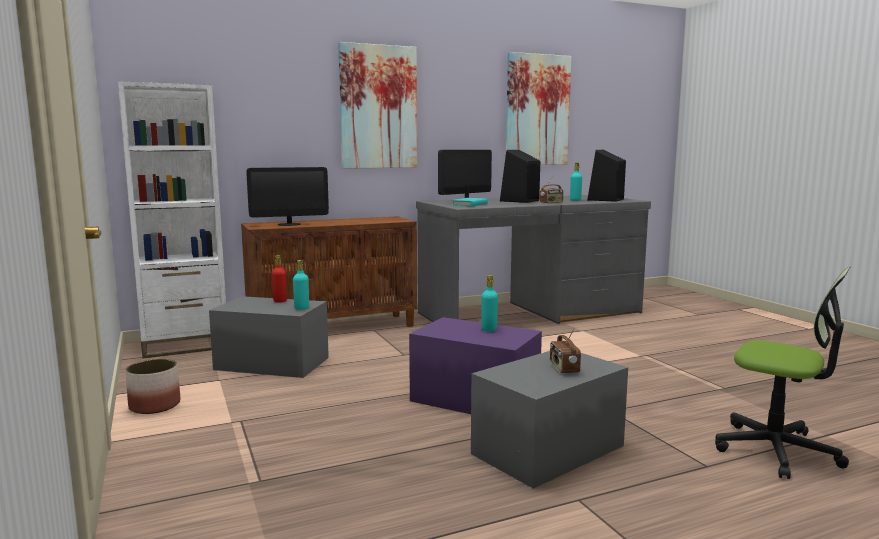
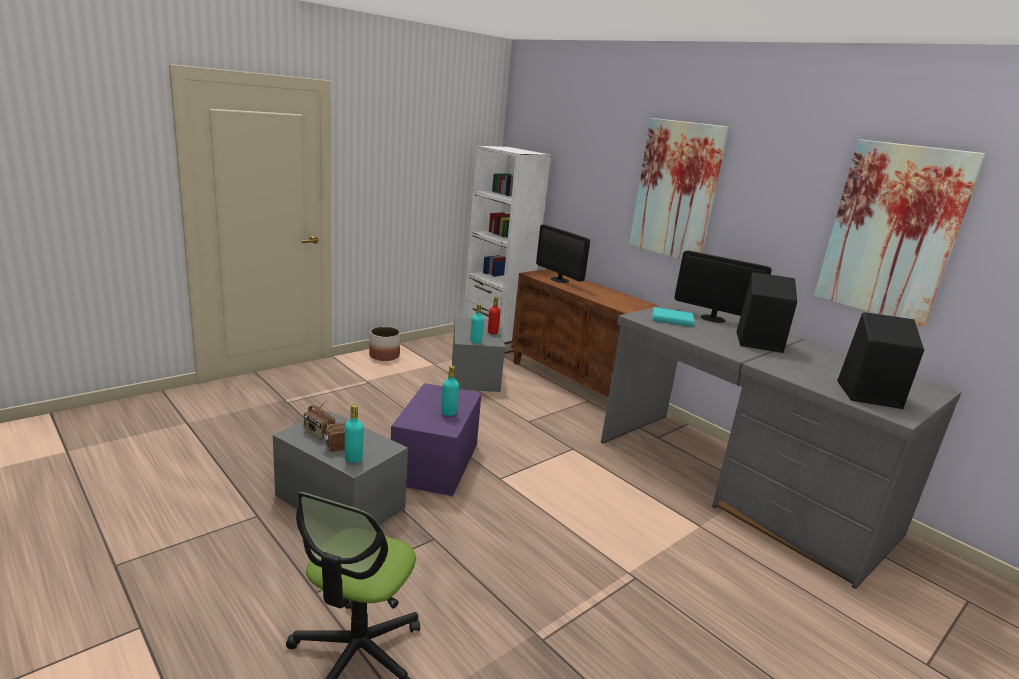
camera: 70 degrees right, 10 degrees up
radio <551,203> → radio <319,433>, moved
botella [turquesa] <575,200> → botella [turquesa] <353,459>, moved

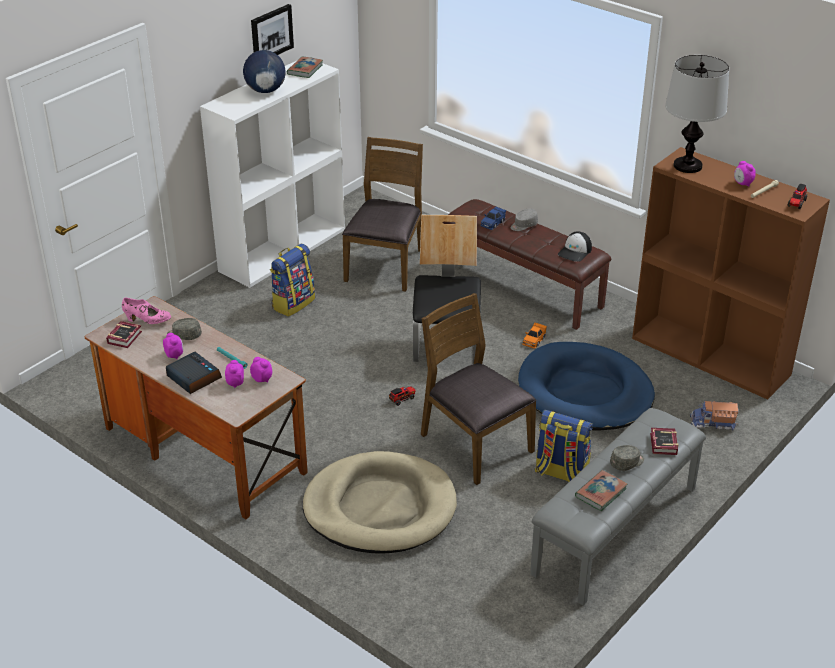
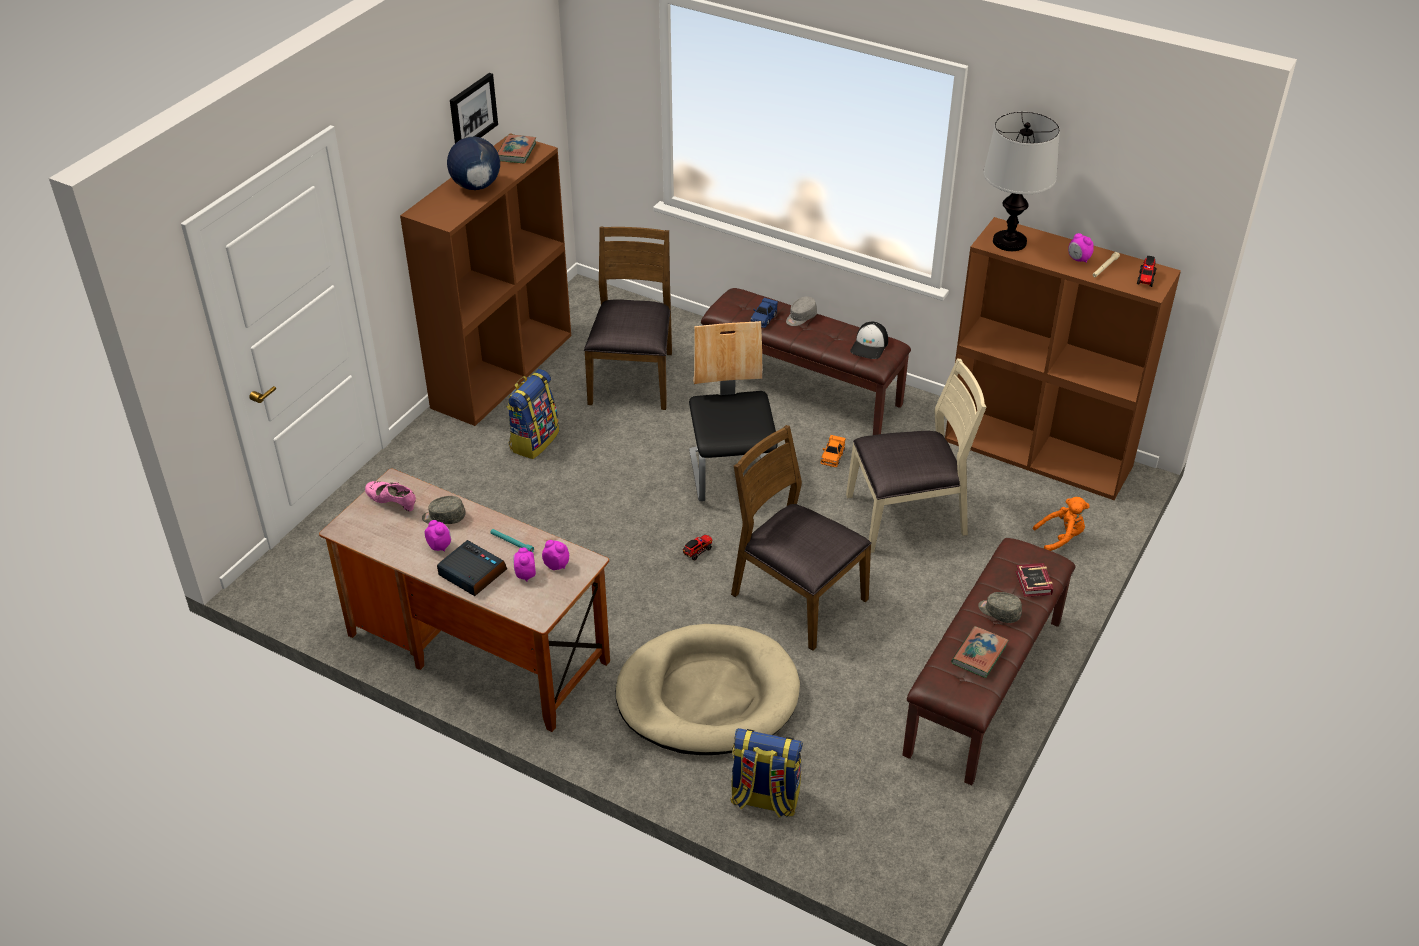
camera: 10 degrees left, 5 degrees up
zapato [rosa] <147,321> → zapato [rosa] <392,503>, 150 degrees counterclockwise
estantería [blanco] <283,249> → estantería [marrón] <502,370>
mochila <560,473> → mochila <764,799>, moved
cama para perro [azul] <585,392> → silla [beis] <907,516>
banco [gris] <616,531> → banco [marrón] <985,687>
gorra [gris] <627,463> → gorra [gris] <999,612>, 105 degrees counterclockwise
camión de juguete <713,423> → peluche [naranja] <1061,538>
libro <126,337> → -

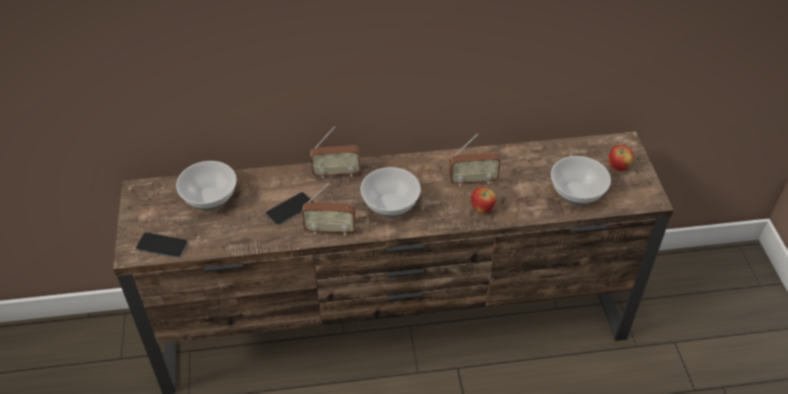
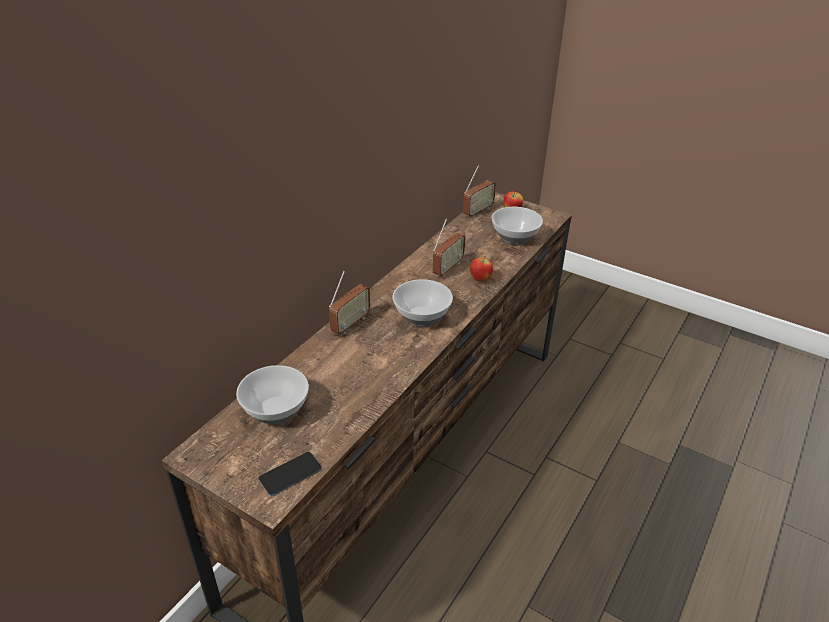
camera: 50 degrees left, 10 degrees down
radio <330,230> → radio <478,211>, moved
móvil <290,209> → -

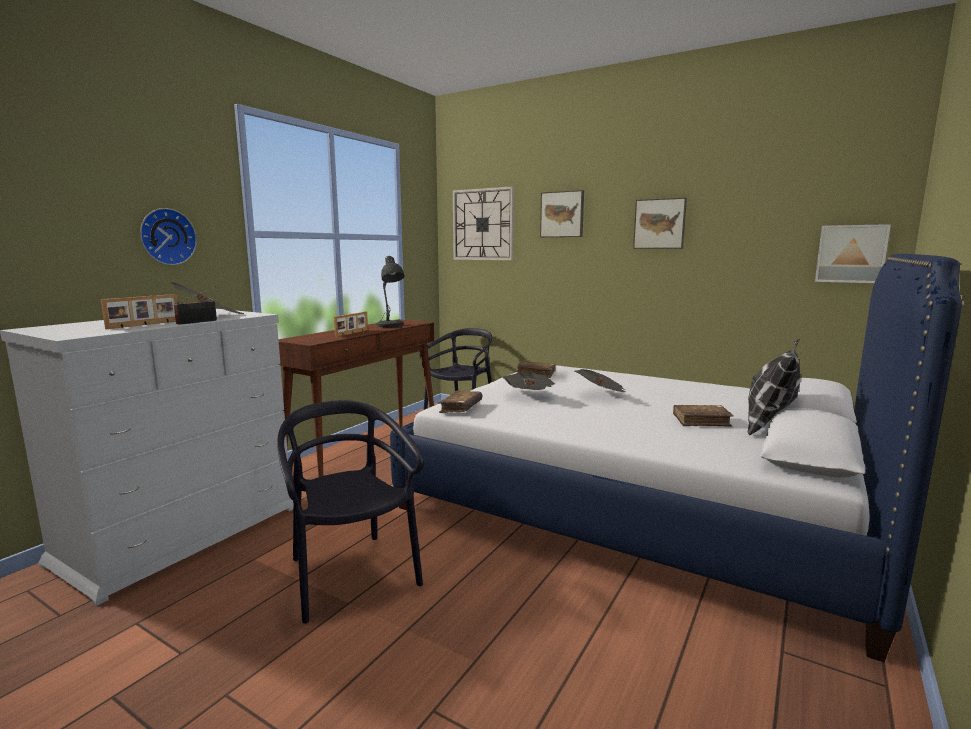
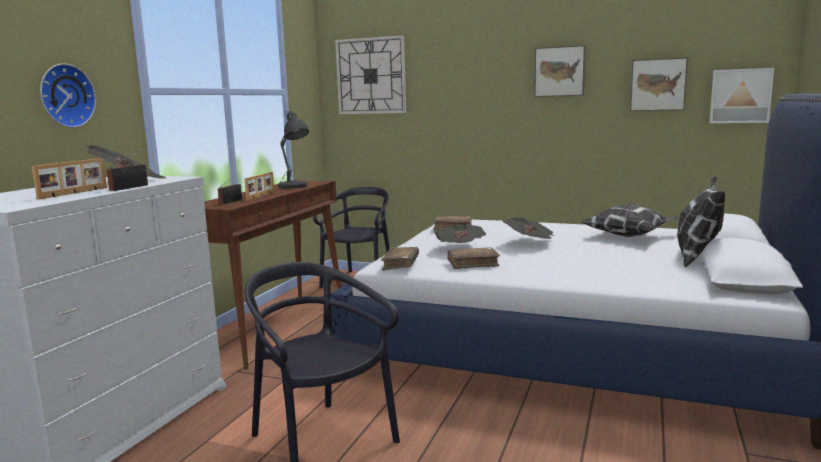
camera: 10 degrees left, 0 degrees up
- → radio <232,201>
libro [marrón] <701,421> → libro [marrón] <473,264>, moved
- → cojín <629,237>
cuadro <562,214> → cuadro <658,85>, moved

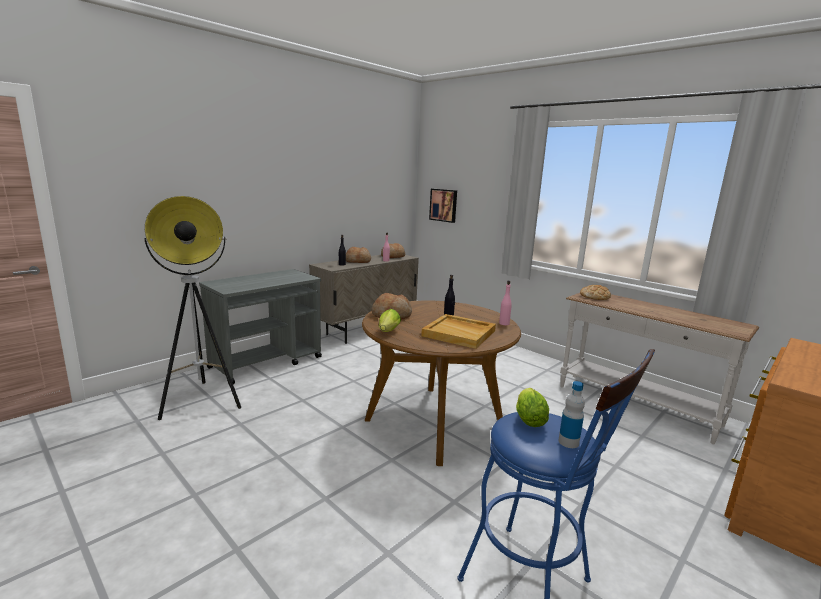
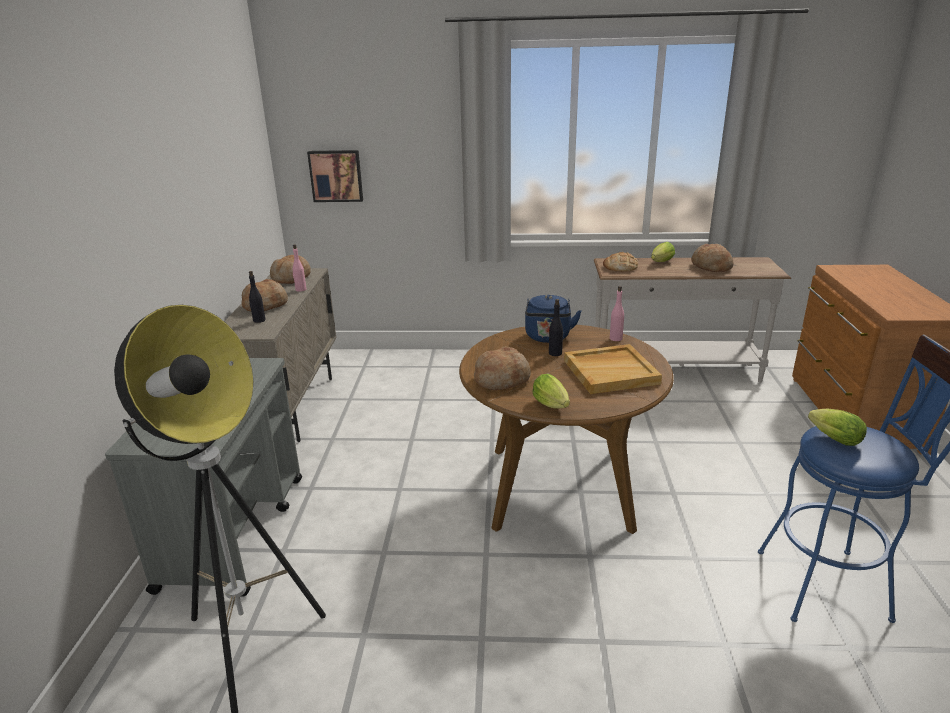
camera: 40 degrees left, 10 degrees up
- → hervidor [azul] <548,338>
- → lechuga <660,262>
- → pan <711,266>
botella <568,442> → -

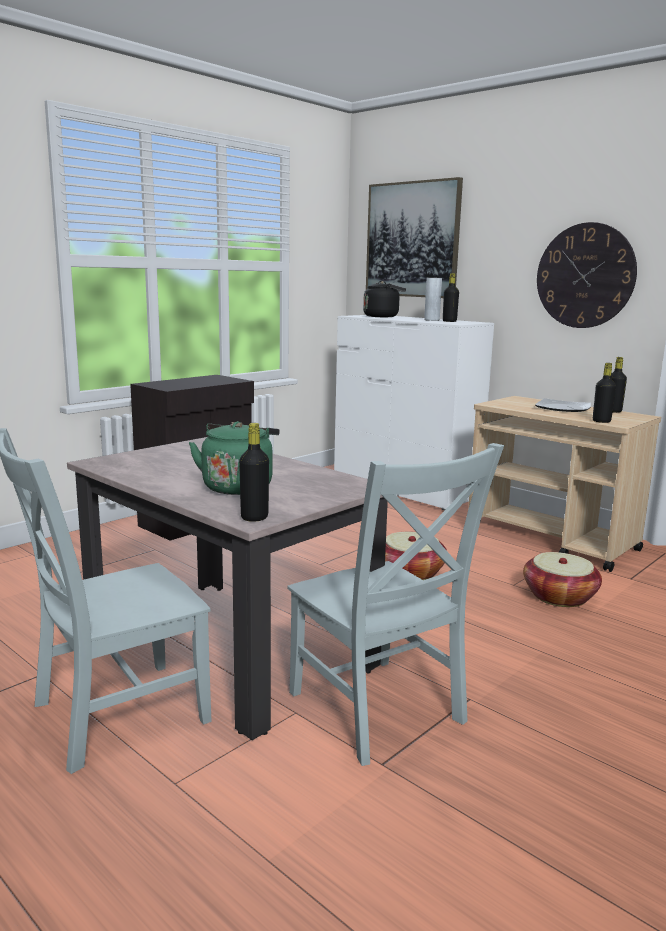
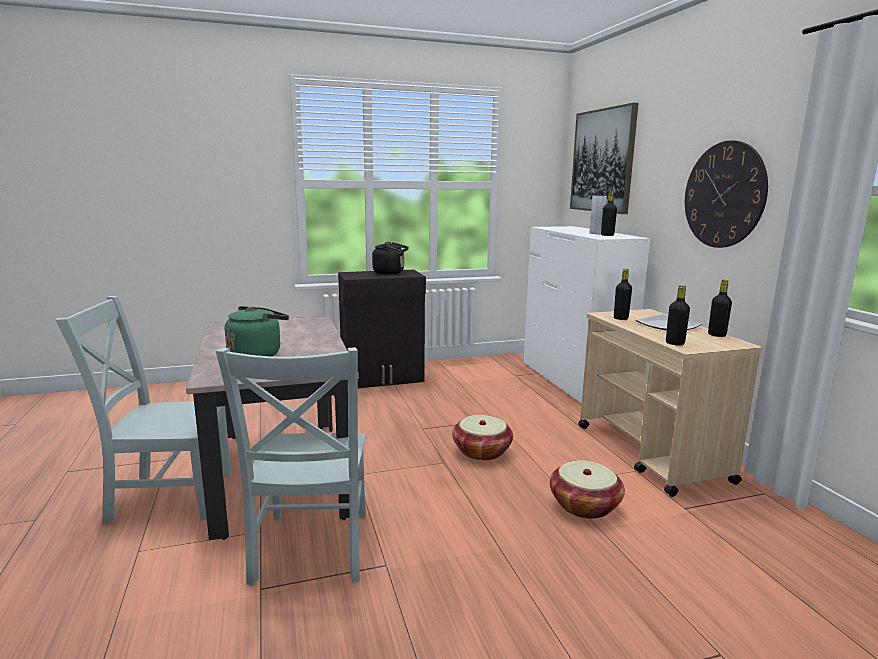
camera: 30 degrees right, 0 degrees up
hervidor [negro] <383,316> → hervidor [negro] <391,273>, moved
botella [negro] <254,517> → botella [negro] <620,318>, moved

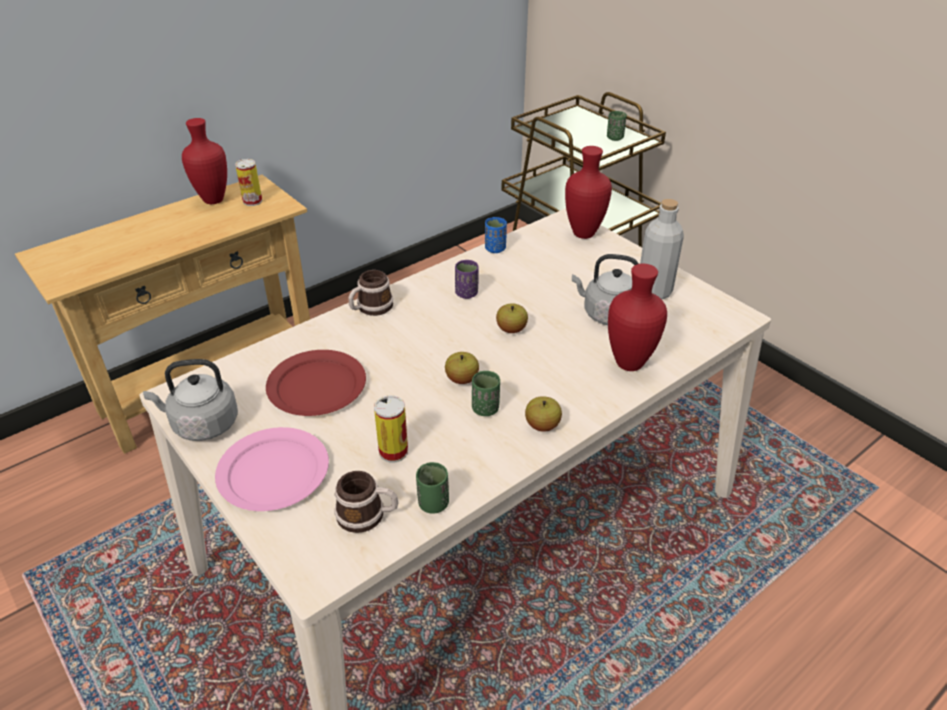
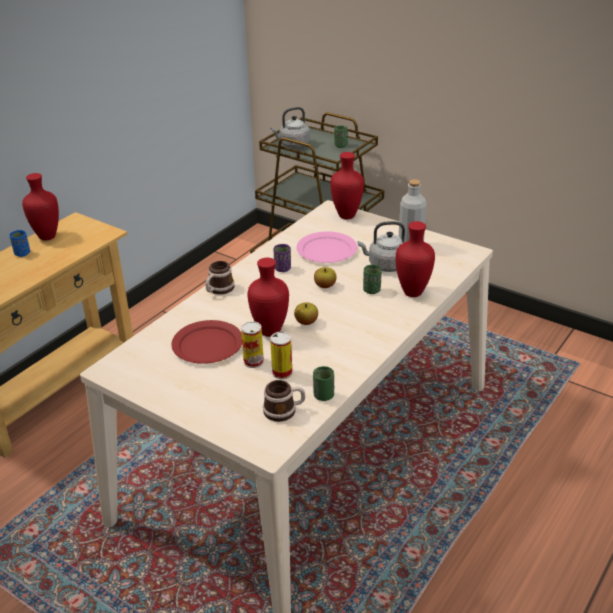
camera: 15 degrees left, 5 degrees down
taza [azul] <495,249> → taza [azul] <22,253>, moved
lata <252,201> → lata <253,361>, moved
- → florero [rojo] <271,331>
hervidor [gris] <202,424> → hervidor [gris] <293,144>, moved
plato [rosa] <274,471> → plato [rosa] <326,250>, moved
taza [verde] <485,409> → taza [verde] <372,290>, moved
manzana <542,425> → -

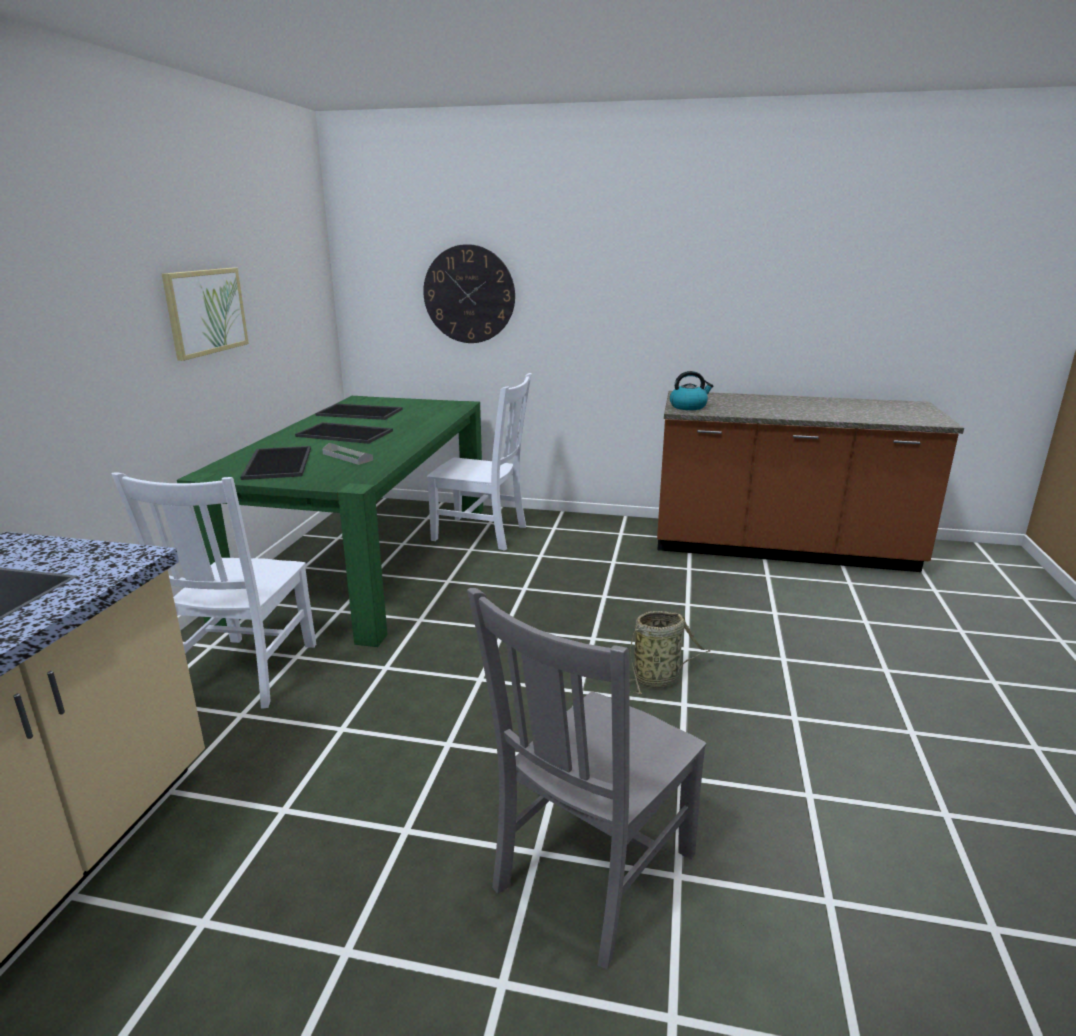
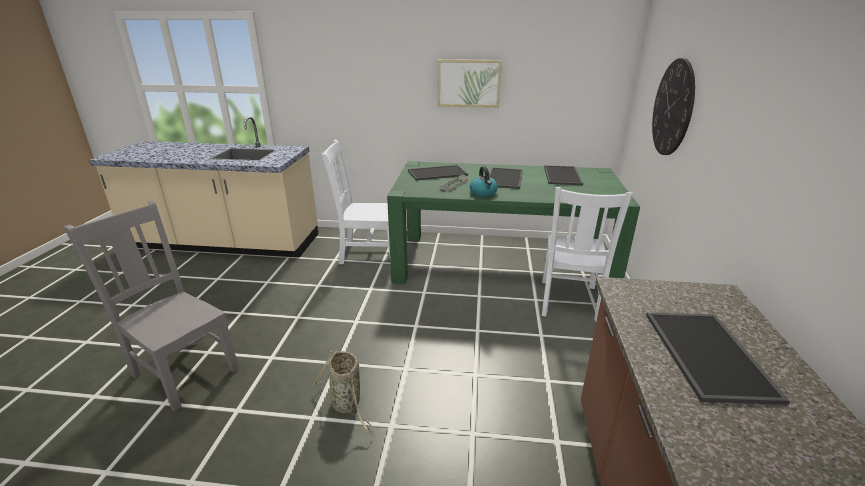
camera: 85 degrees right, 5 degrees up
hervidor <688,406> → hervidor <483,192>, moved
- → bandeja <710,355>

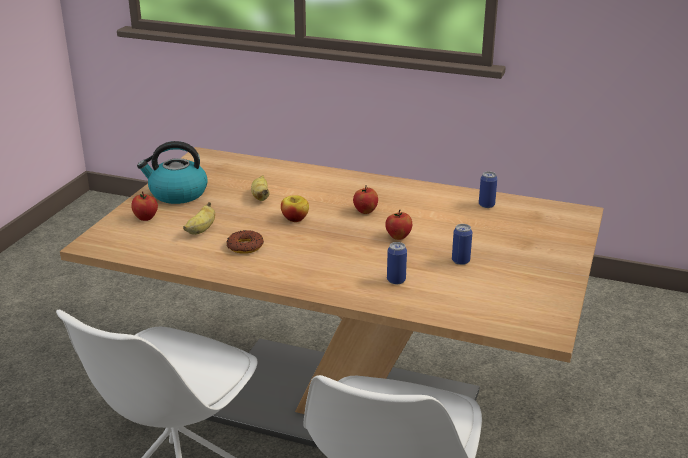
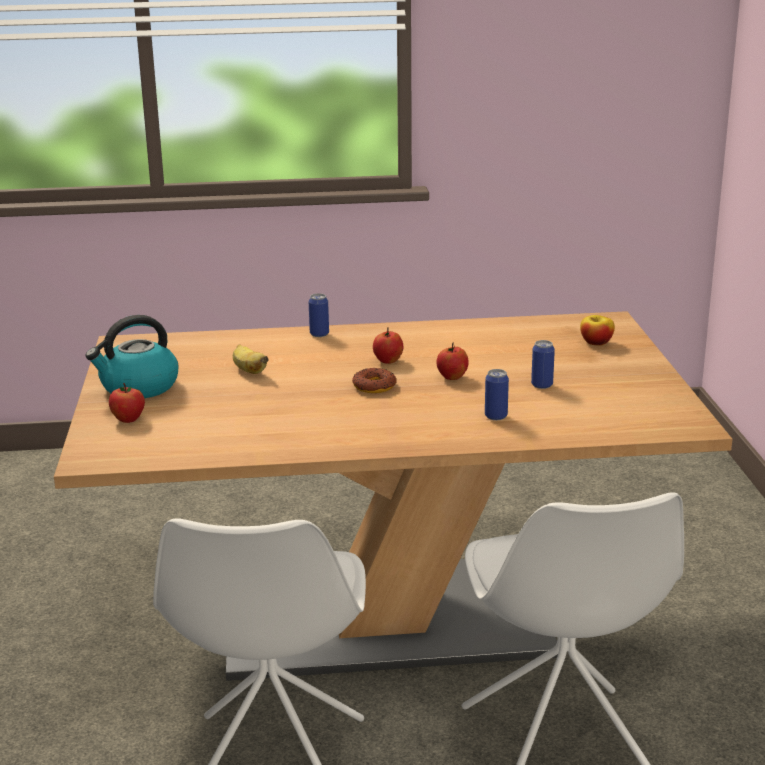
camera: 25 degrees left, 5 degrees down
lata <486,205> → lata <319,334>, moved
rosquilla <245,246> → rosquilla <374,386>, moved
manzana <295,219> → manzana <596,342>, moved
plátano <201,230> → -

